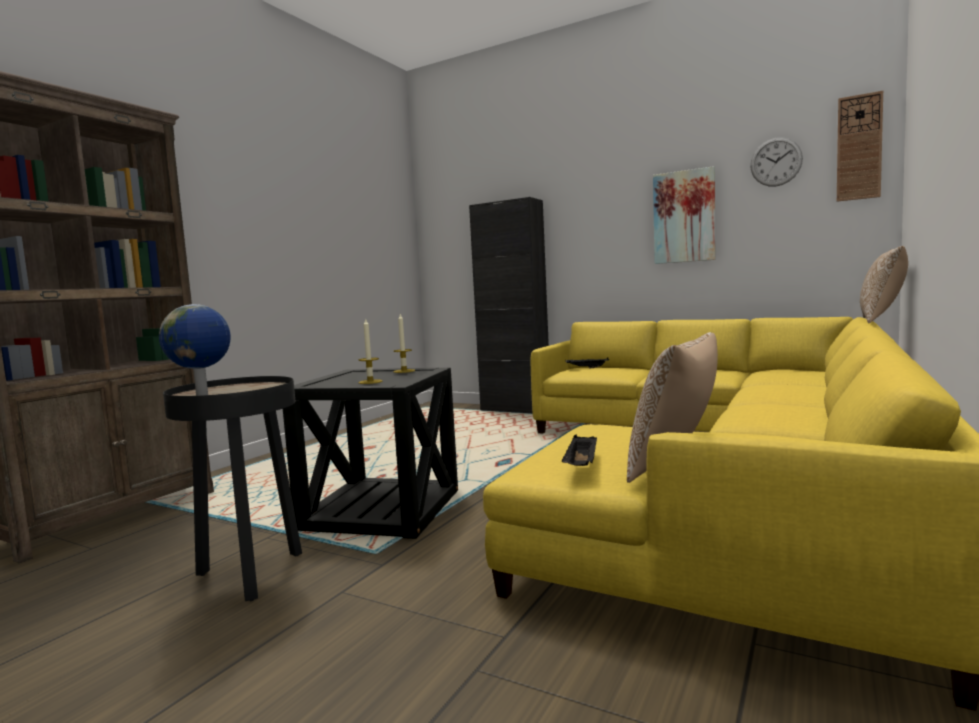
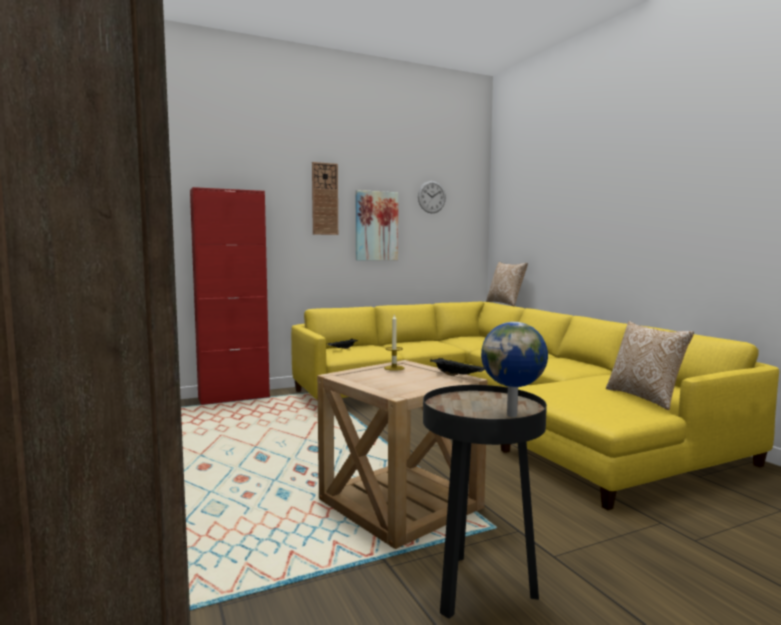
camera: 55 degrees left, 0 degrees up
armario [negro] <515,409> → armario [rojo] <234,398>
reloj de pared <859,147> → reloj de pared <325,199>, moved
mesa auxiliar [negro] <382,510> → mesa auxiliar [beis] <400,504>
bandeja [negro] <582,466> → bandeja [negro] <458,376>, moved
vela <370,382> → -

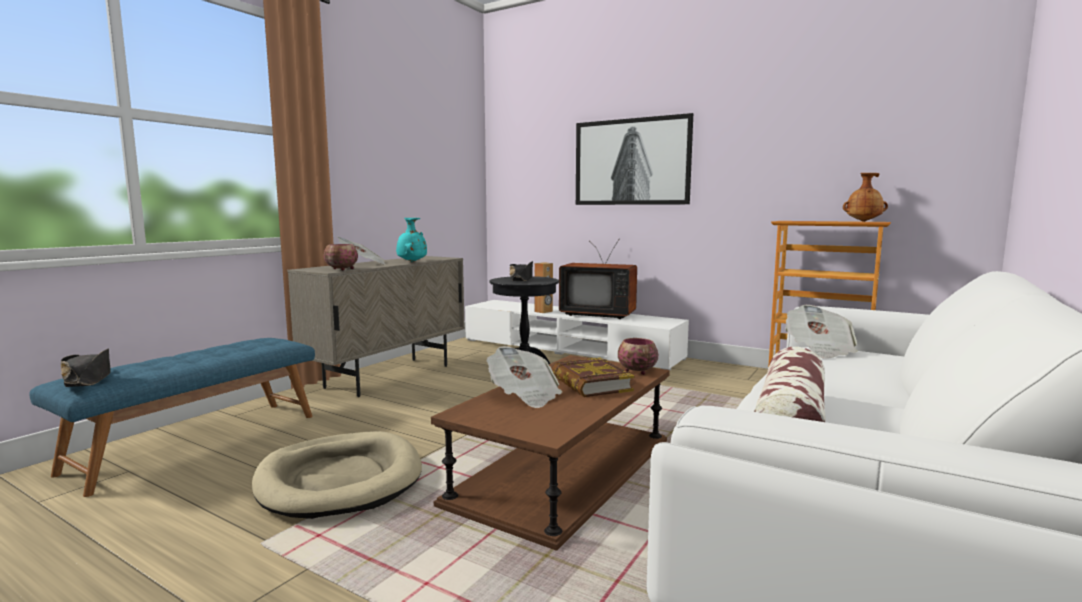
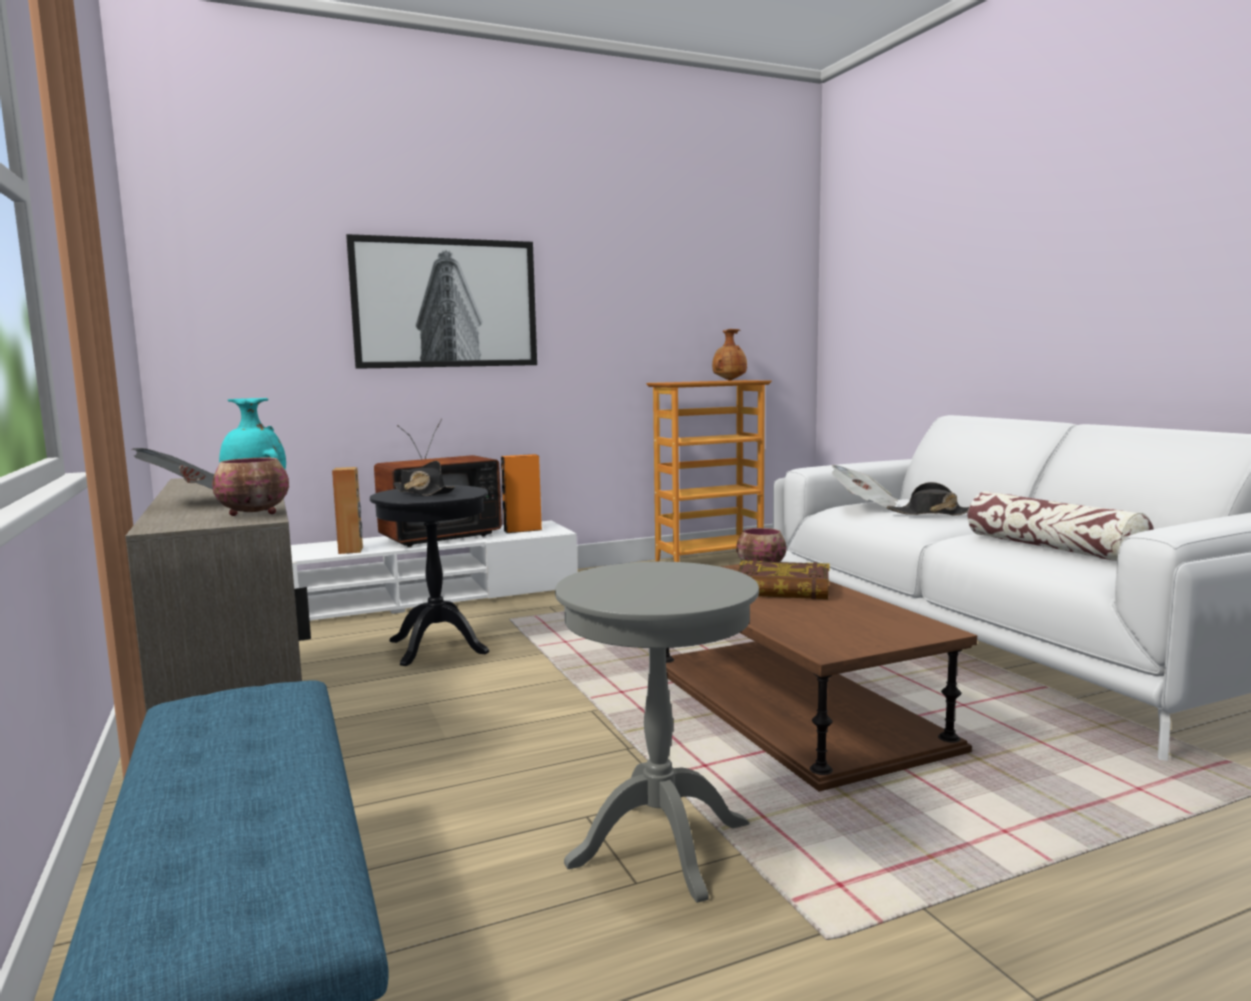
camera: 55 degrees left, 0 degrees up
- → altavoz [naranja] <522,530>
cama para perro [beis] <340,480> → mesa auxiliar [gris] <660,844>
sombrero [negro] <88,379> → sombrero [negro] <932,513>, moved
periódico <524,396> → -

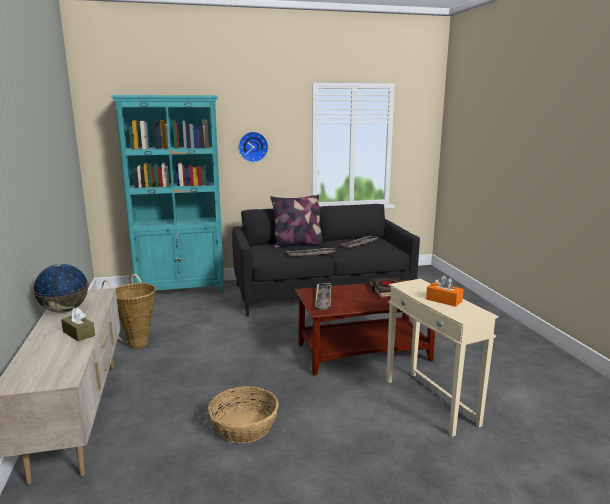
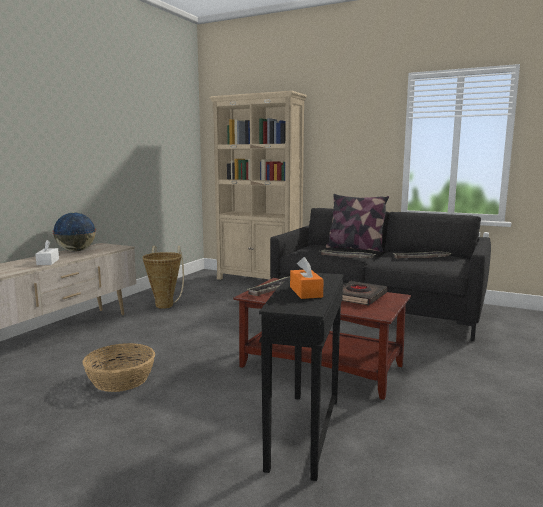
camera: 40 degrees right, 5 degrees down
caja de pañuelos [marrón] <79,333> → caja de pañuelos [blanco] <48,262>
estantería [turquesa] <181,289> → estantería [beis] <259,280>
mesa auxiliar [beis] <430,402> → mesa auxiliar [negro] <303,432>
reloj de pared <253,146> → -

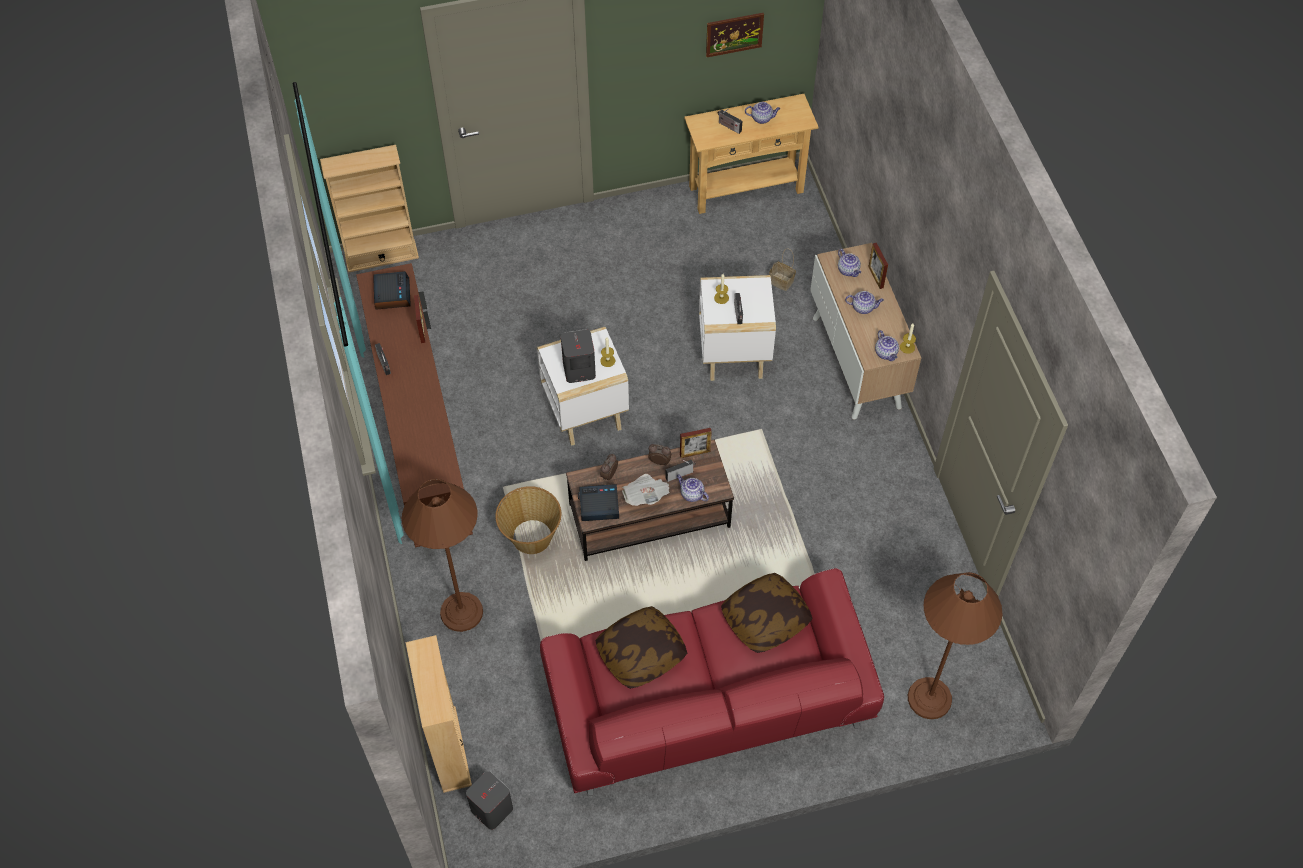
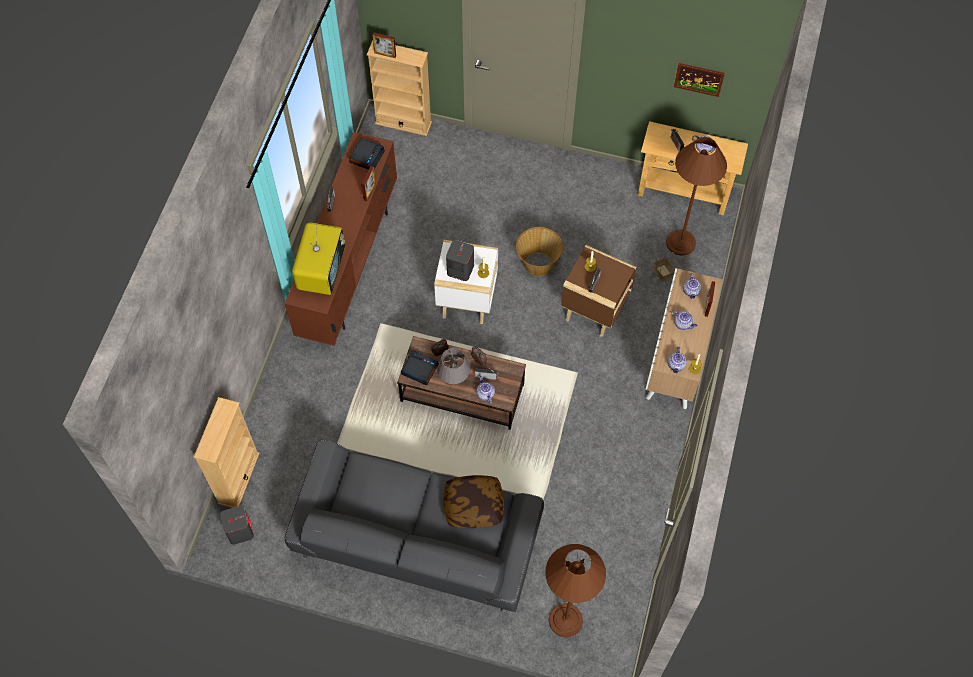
camera: 30 degrees right, 5 degrees up
sofá [rojo] <707,703> → sofá [gris] <416,539>
- → televisor <321,271>
portarretratos <695,453> → portarretratos <385,54>, moved
periódico <645,496> → lámpara de mesa [gris] <454,379>
cesta <531,537> → cesta <538,263>, moved
mesa auxiliar [blanco] <734,353> → mesa auxiliar [marrón] <594,309>
lámpara de pie [marrón] <461,612> → lámpara de pie [marrón] <680,242>, moved
cojín <641,653> → -

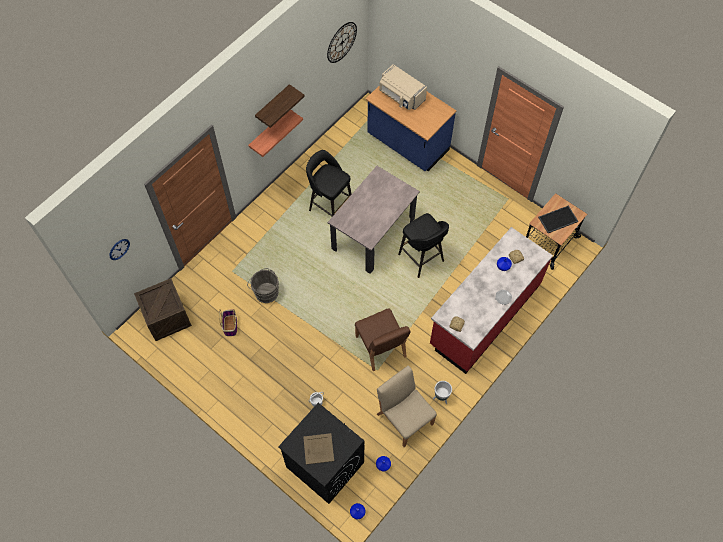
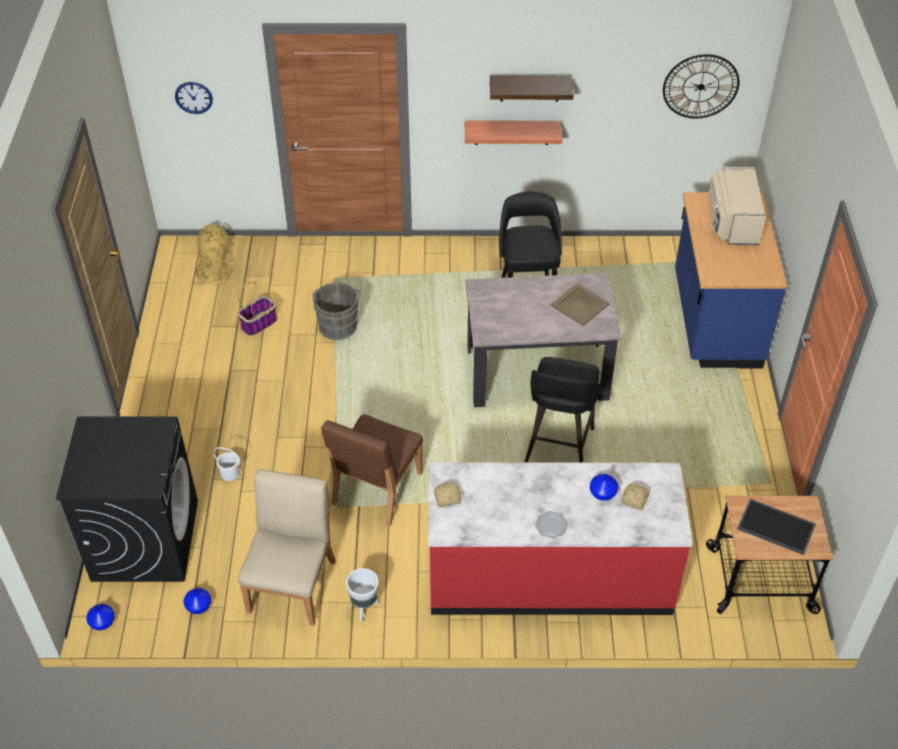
camera: 50 degrees right, 15 degrees down
caja de embalaje <167,317> → cesta <215,264>
bandeja [beis] <318,448> → bandeja [beis] <579,304>, moved

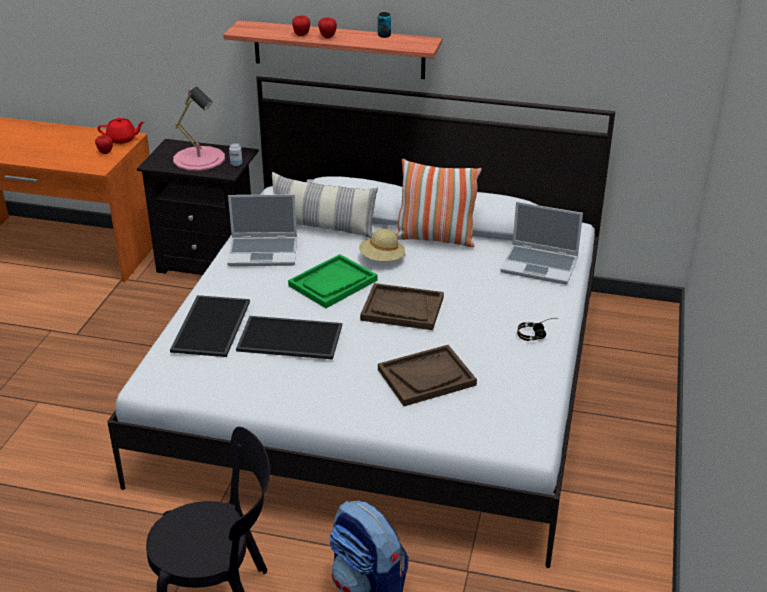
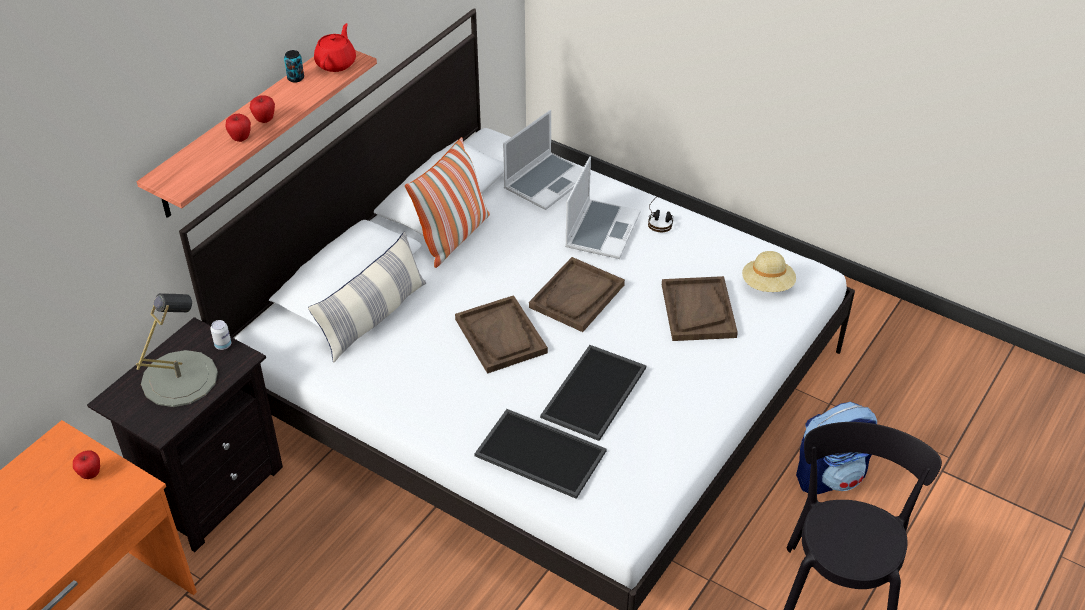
camera: 70 degrees left, 10 degrees up
lámpara de mesa [rosa] <199,158> → lámpara de mesa [gris] <179,378>
tetera [rojo] <122,139> → tetera [rojo] <336,63>, moved
bandeja [verde] <333,283> → bandeja [marrón] <501,336>
portátil <264,252> → portátil <601,230>, moved
sombrero [beis] <382,259> → sombrero [beis] <767,285>, moved

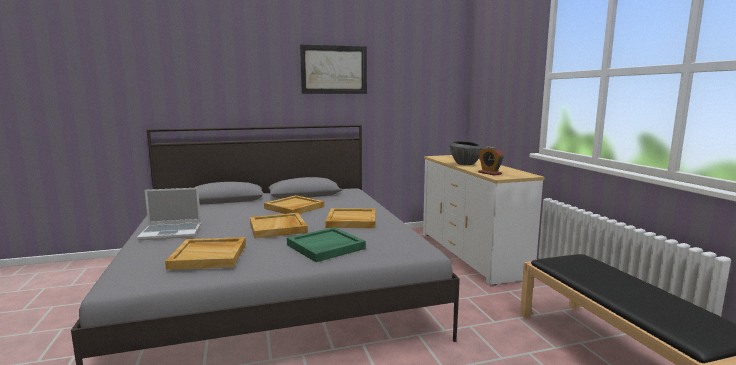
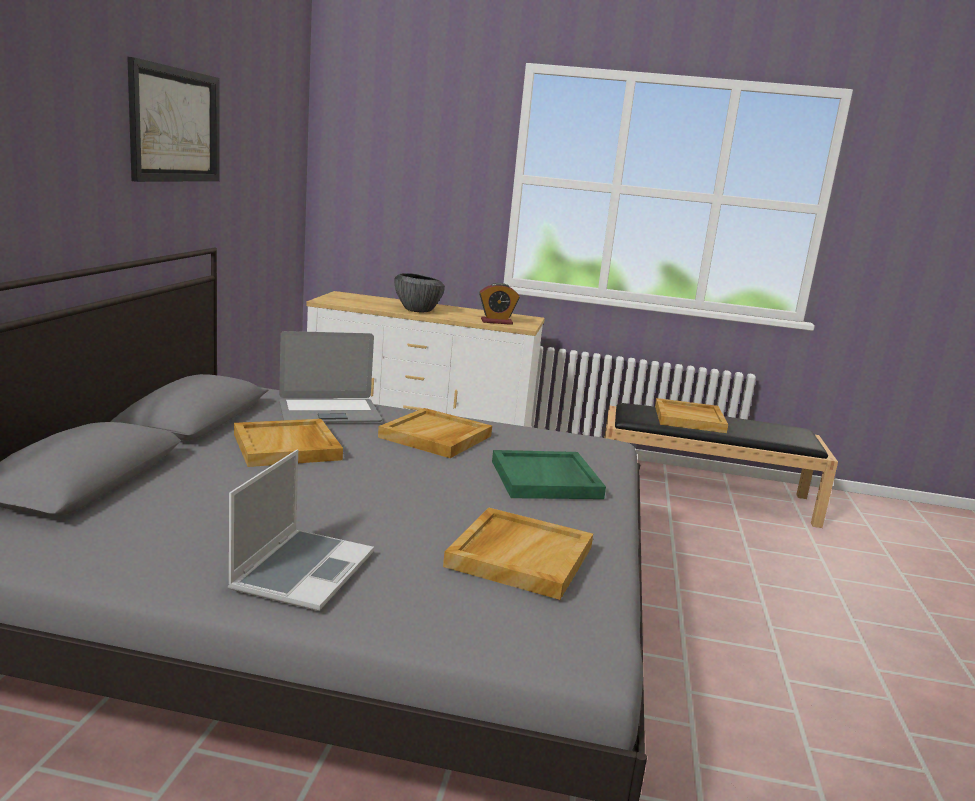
camera: 65 degrees left, 5 degrees up
- → portátil <329,412>
bandeja [beis] <278,228> → bandeja [beis] <689,419>, moved

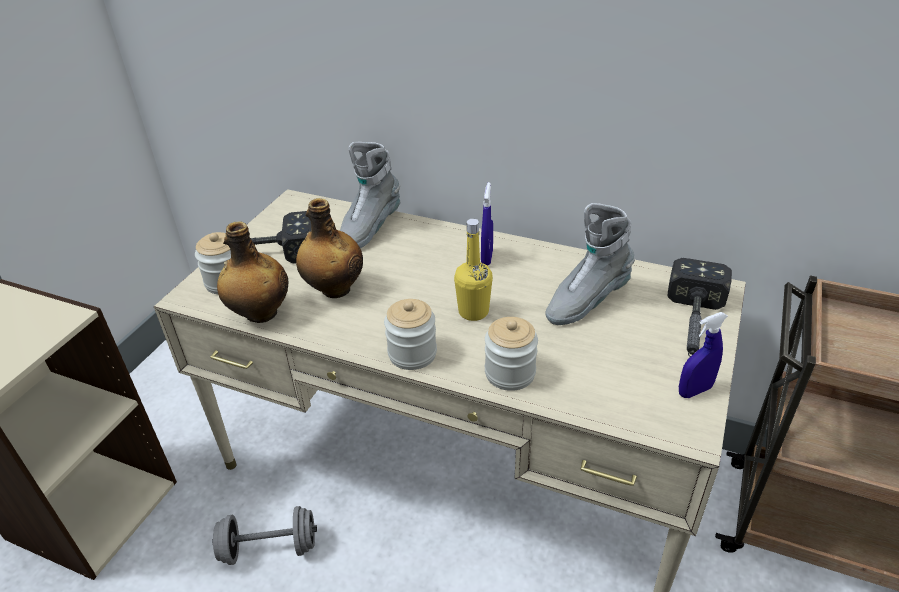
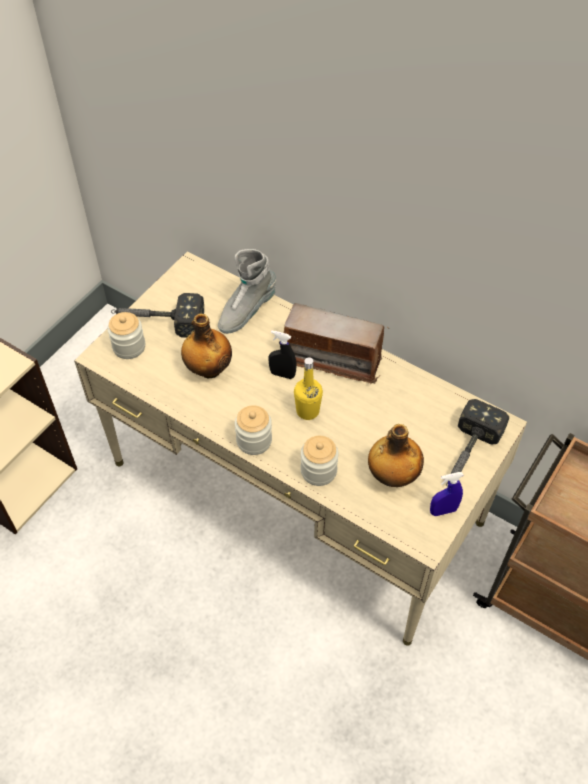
camera: 10 degrees right, 15 degrees up
- → pulverizador [negro] <282,374>
pulverizador [azul] <487,257> → radio <332,359>
botella <260,313> → botella <392,476>, moved
mancuerna [gris] <269,548> → -
bota [gris] <586,301> → -

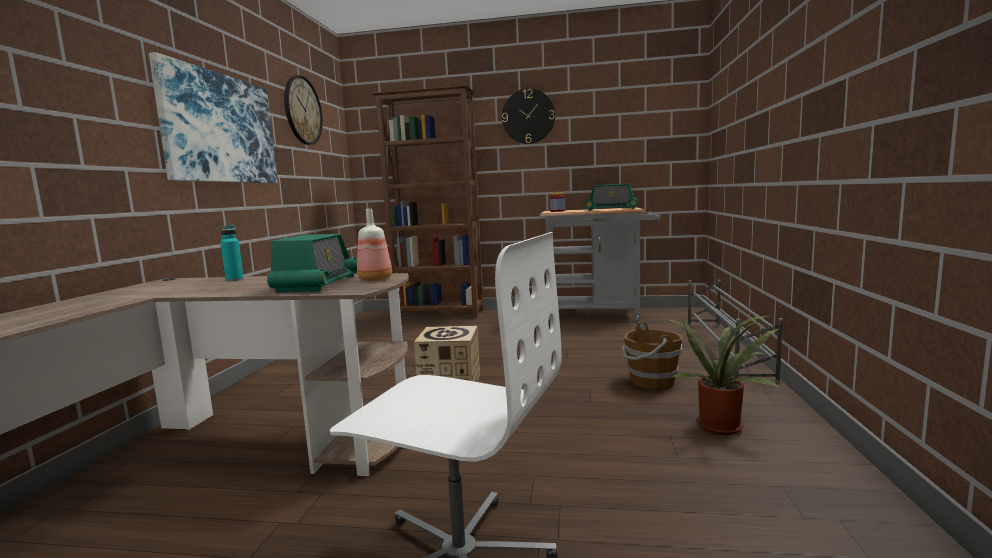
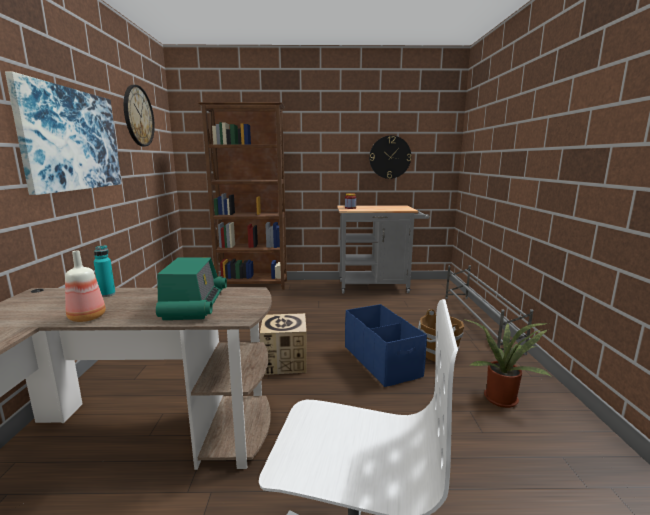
camera: 10 degrees left, 5 degrees up
botella <375,279> → botella <87,317>, moved
- → caja de almacenaje [azul] <382,361>
reloj de pared <528,116> → reloj de pared <390,157>, moved
radio <611,209> → -

